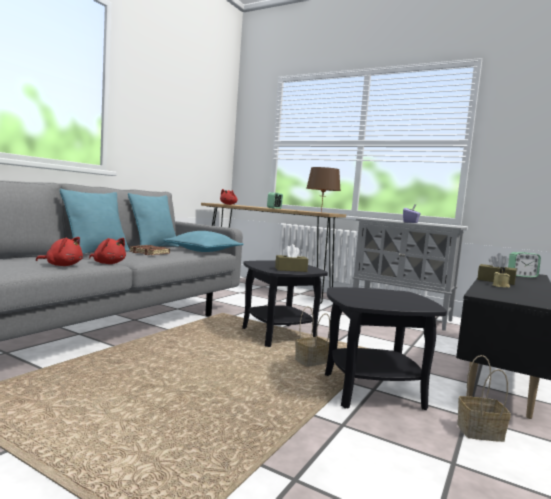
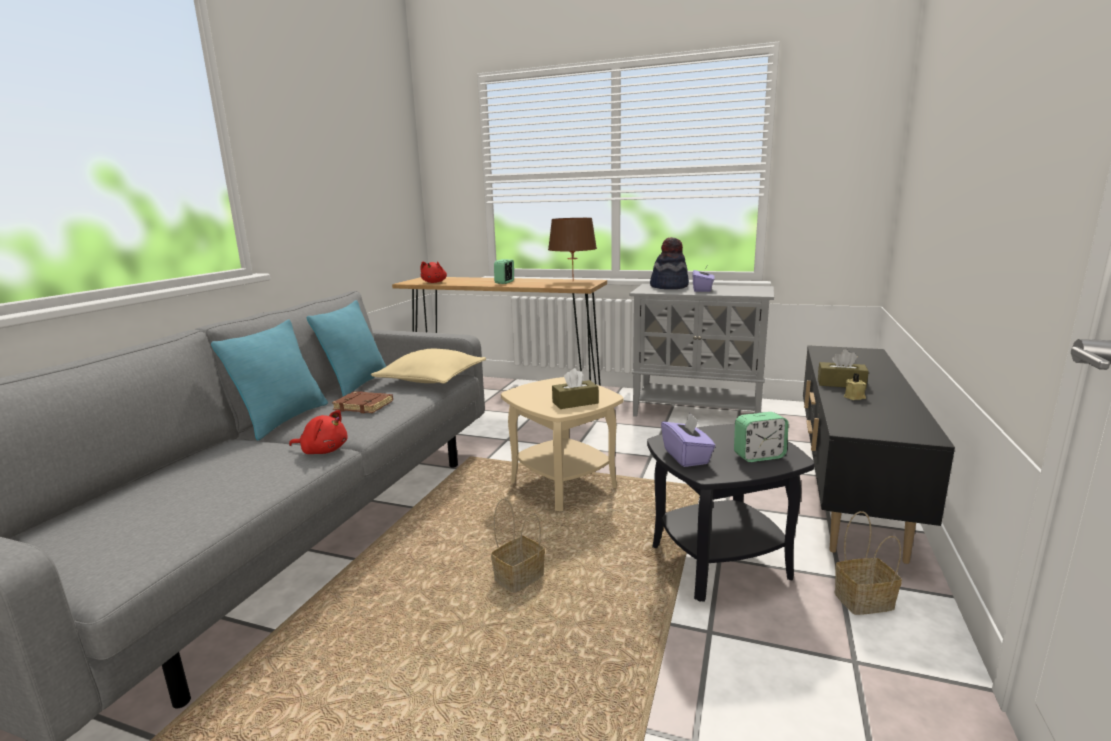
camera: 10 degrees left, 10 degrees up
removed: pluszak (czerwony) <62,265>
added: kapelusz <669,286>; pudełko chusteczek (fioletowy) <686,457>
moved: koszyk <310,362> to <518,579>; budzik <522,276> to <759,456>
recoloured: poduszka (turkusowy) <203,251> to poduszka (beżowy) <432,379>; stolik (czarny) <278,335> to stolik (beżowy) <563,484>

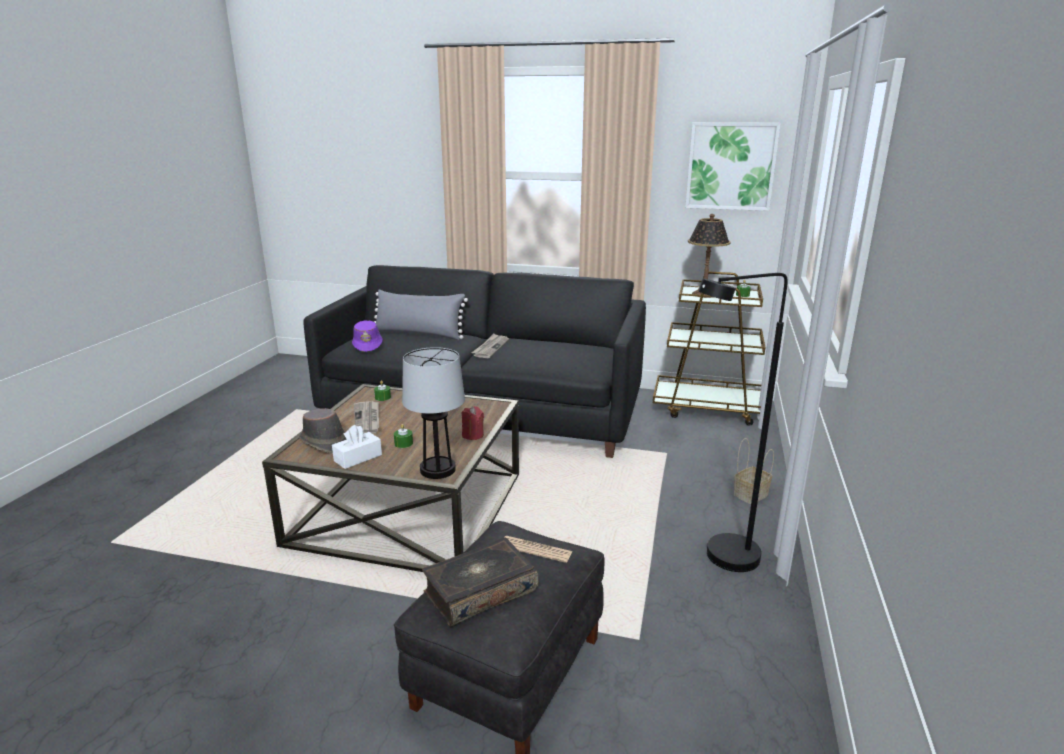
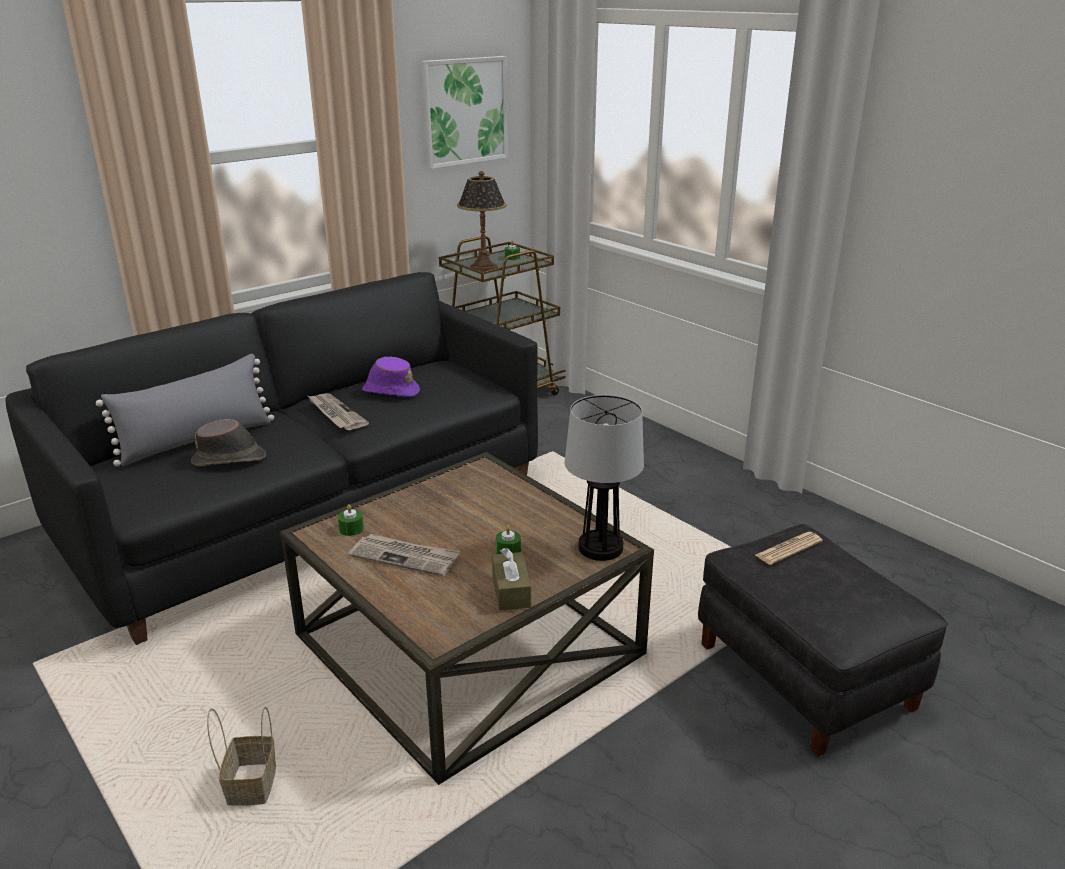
camera: 55 degrees left, 5 degrees up
removed: książka <479,591>; świeca (czerwony) <472,435>; lampa stojąca (czarny) <721,560>
moved: kapelusz (brązowy) <324,443> to <230,459>; koszyk <750,494> to <251,784>; kapelusz (fioletowy) <368,345> to <390,391>
recoloured: pudełko chusteczek (biały) <358,458> to pudełko chusteczek (brązowy) <511,591>

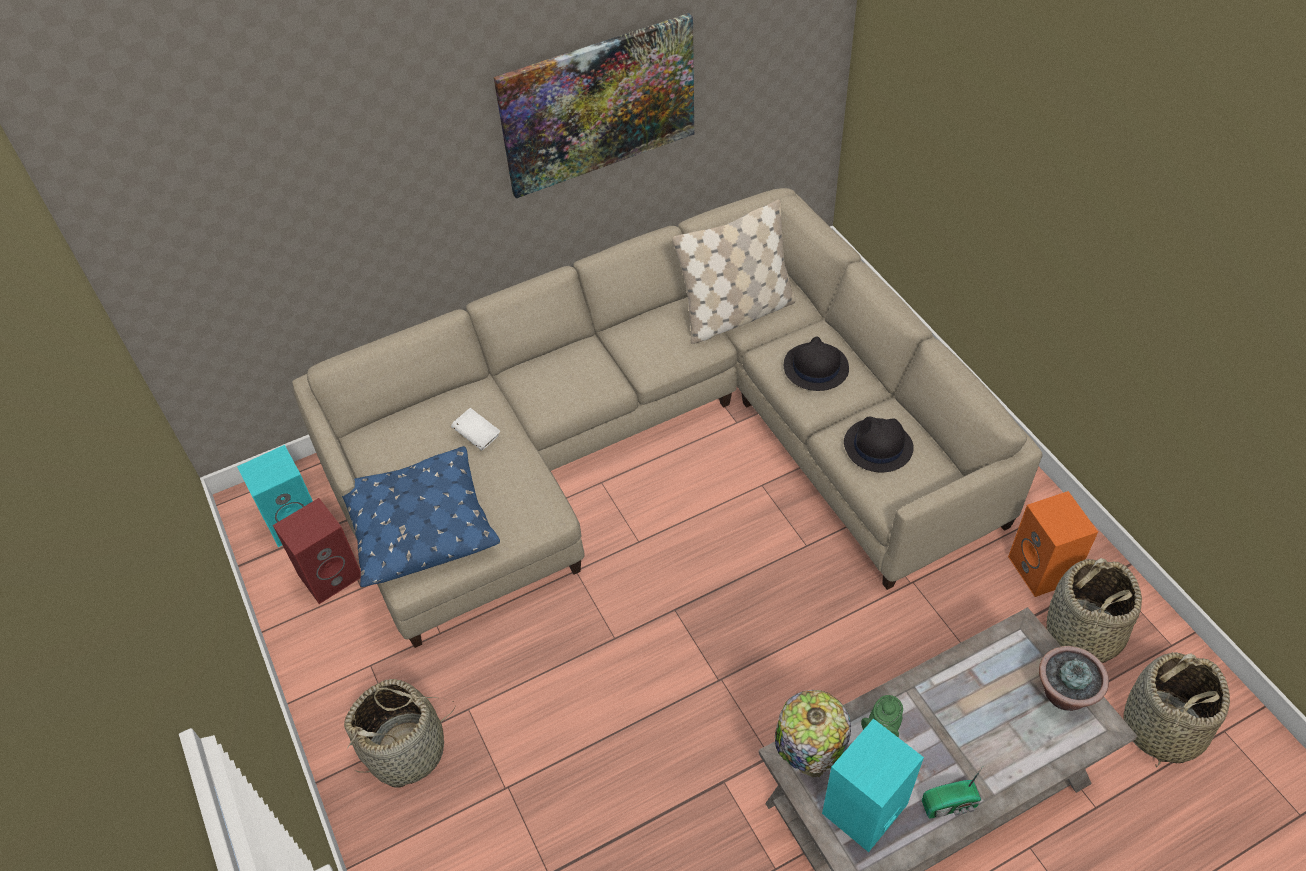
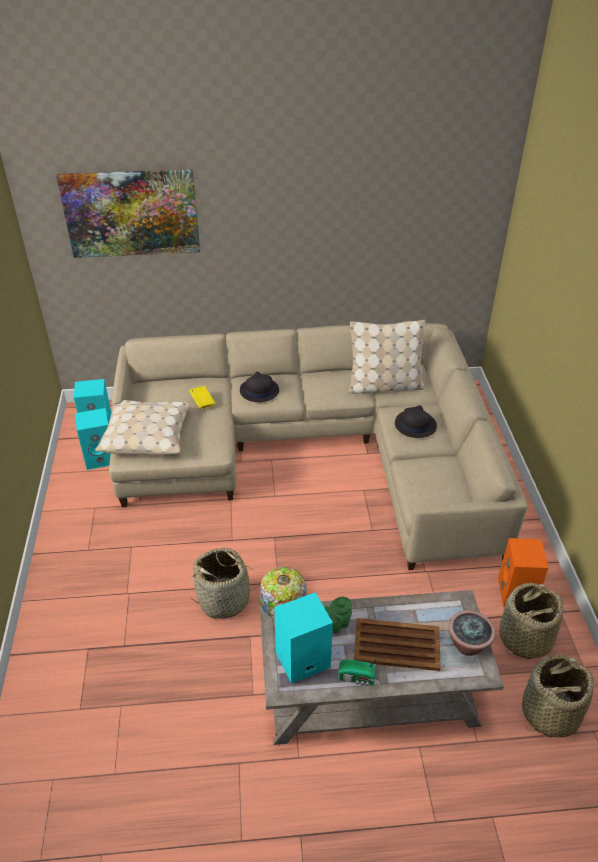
camera: 20 degrees right, 10 degrees down
added: taca (brązowy) <396,644>
moved: obraz <598,105> to <131,213>; koszyk <407,750> to <225,600>; kapelusz (czarny) <877,446> to <259,390>
recoloured: głośnik (czerwony) <331,574> to głośnik (turkusowy) <101,457>; poduszka (niebieski) <420,525> to poduszka (beżowy) <146,435>; książka (biały) <477,436> to książka (żółty) <202,402>

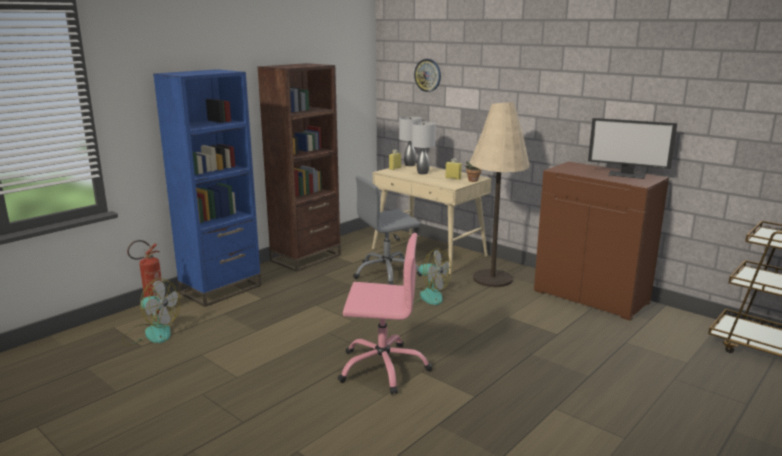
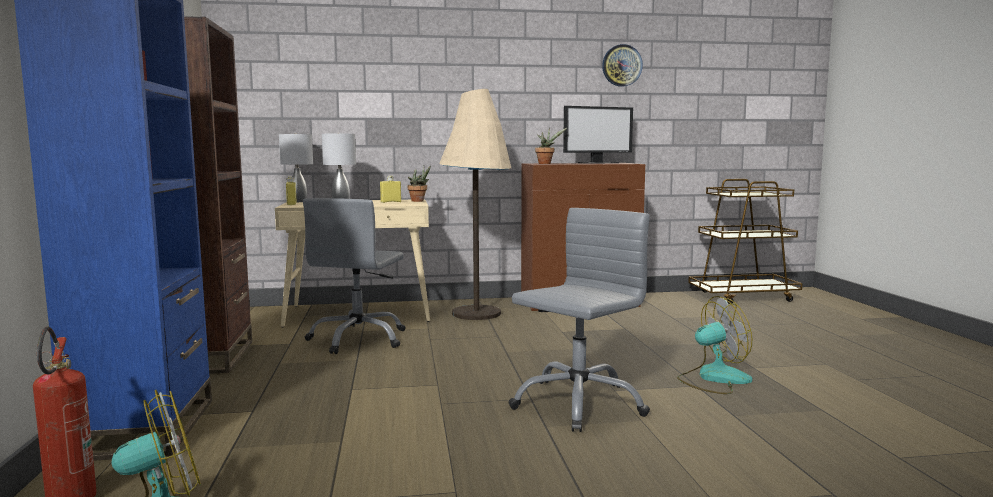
camera: 50 degrees left, 10 degrees down
added: roślina doniczkowa <546,163>
moved: zegar ścienny <428,75> to <622,65>; wentylator <425,296> to <713,379>
recoloured: krzesło biurowe (różowy) <383,367> to krzesło biurowe (szary) <578,403>

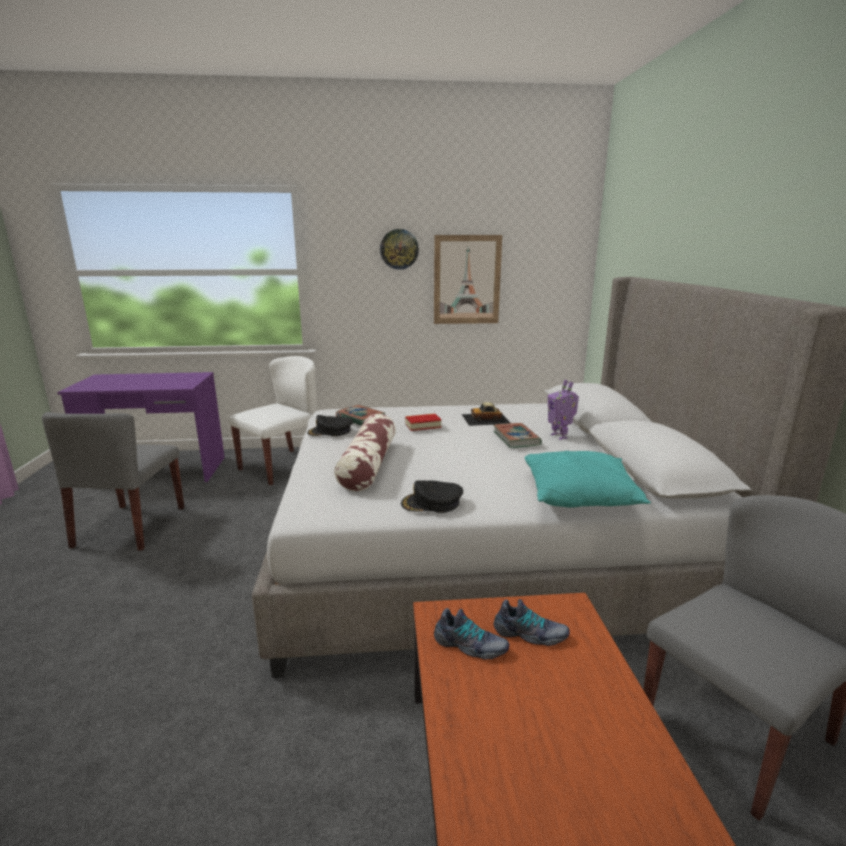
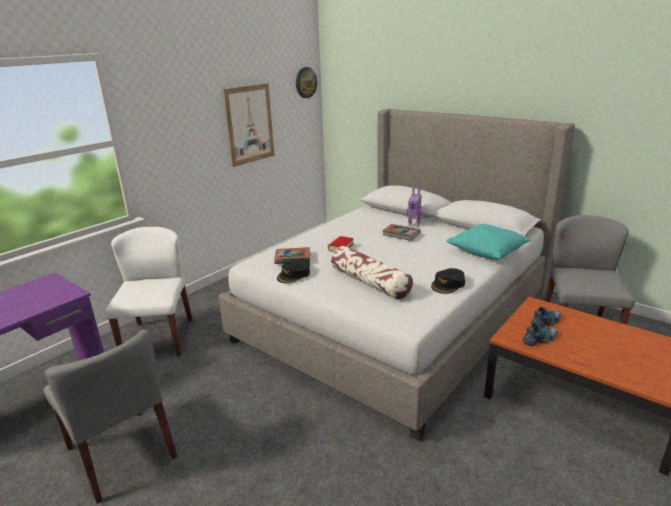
camera: 45 degrees left, 5 degrees up
removed: samochodzik <486,419>
moved: zegar ścienny <399,249> to <305,82>

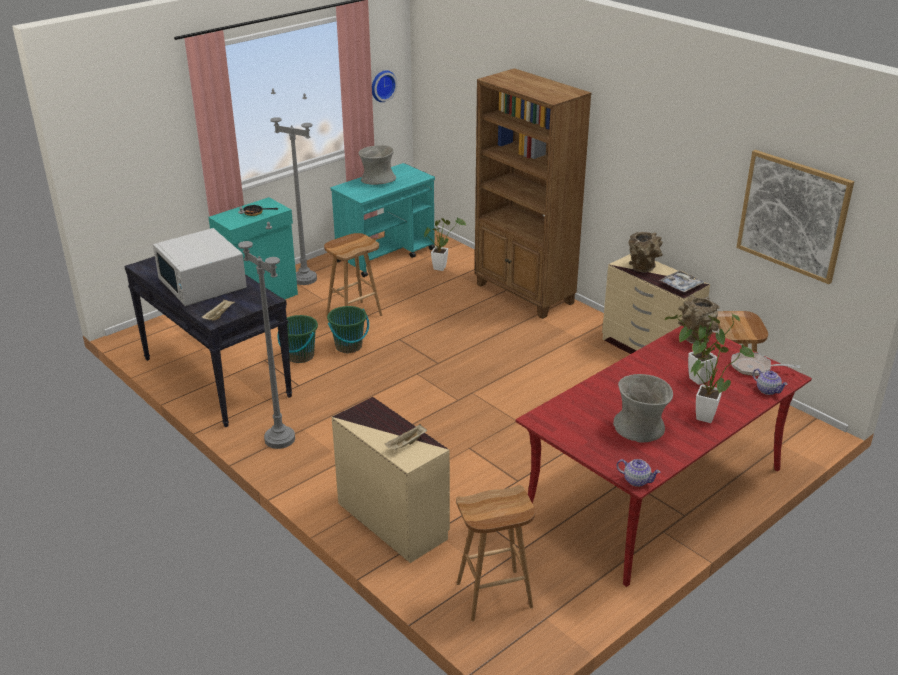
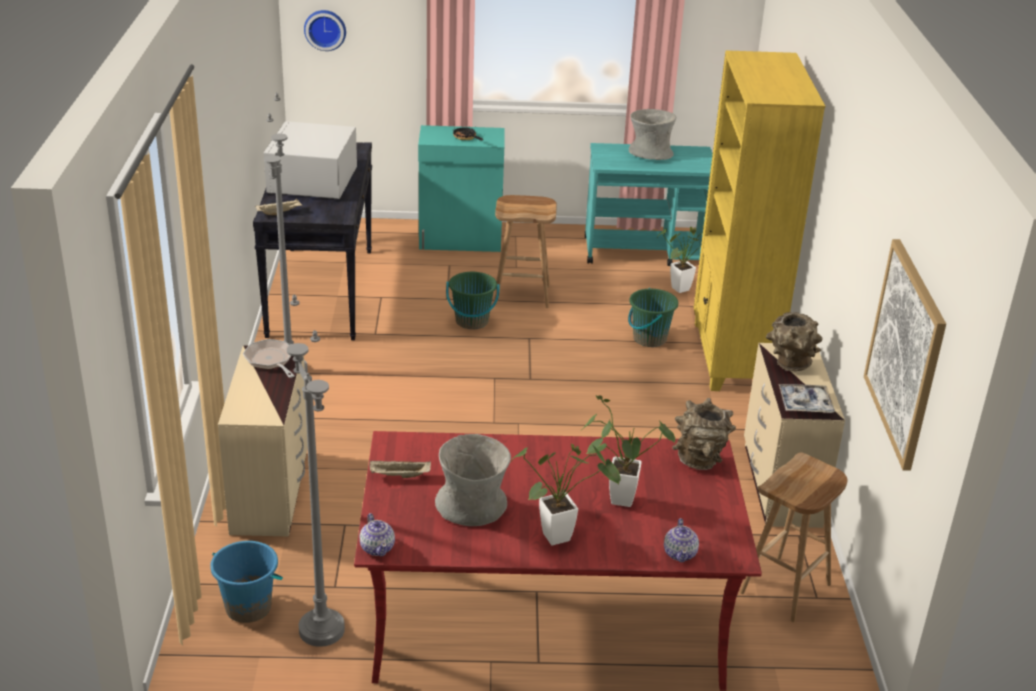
camera: 40 degrees right, 0 degrees up
moved: patelnia <754,367> to <271,361>; lampa stojąca (szary) <305,279> to <322,630>; zegar ścienny <382,85> to <325,29>; taca (beżowy) <406,444> to <399,476>; wiadro (zielony) <300,356> to <649,339>
replaced: stołek (brązowy) <493,596> to wiadro (niebieski) <248,607>
recoloured: regał (brązowy) <524,294> to regał (żółty) <732,357>

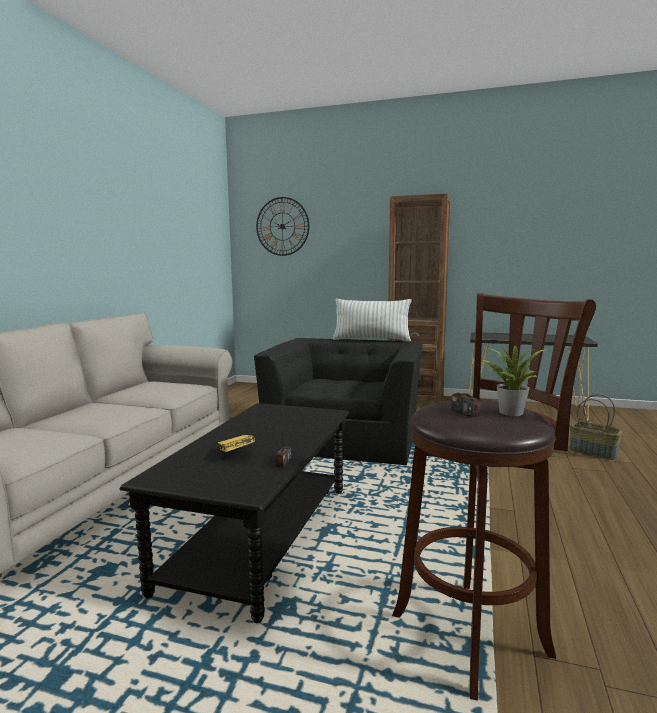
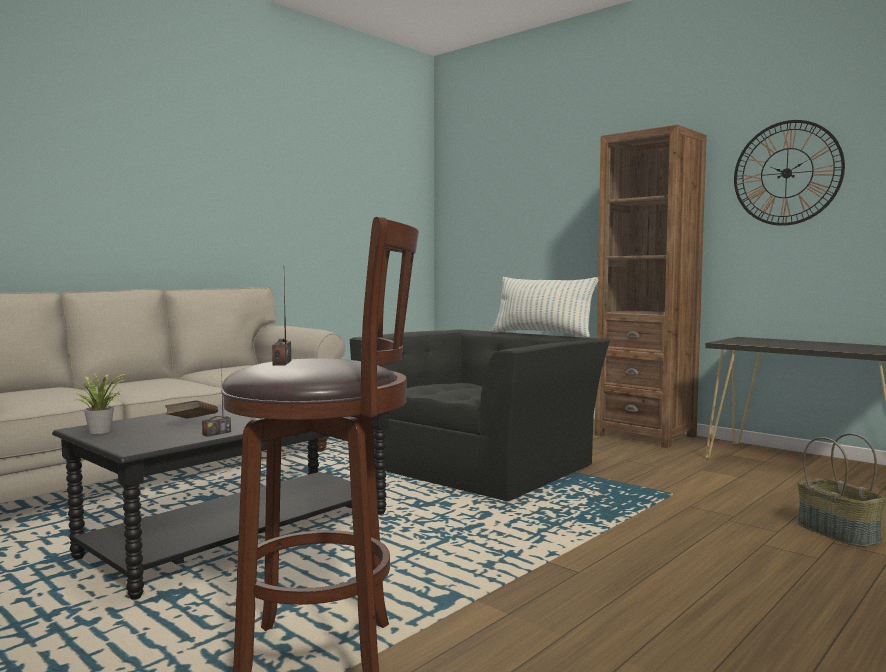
camera: 25 degrees right, 5 degrees down
moved: roślina doniczkowa <509,411> to <101,431>; zegar ścienny <282,226> to <786,173>
recoloured: książka (żółty) <236,454> to książka (brązowy) <192,422>

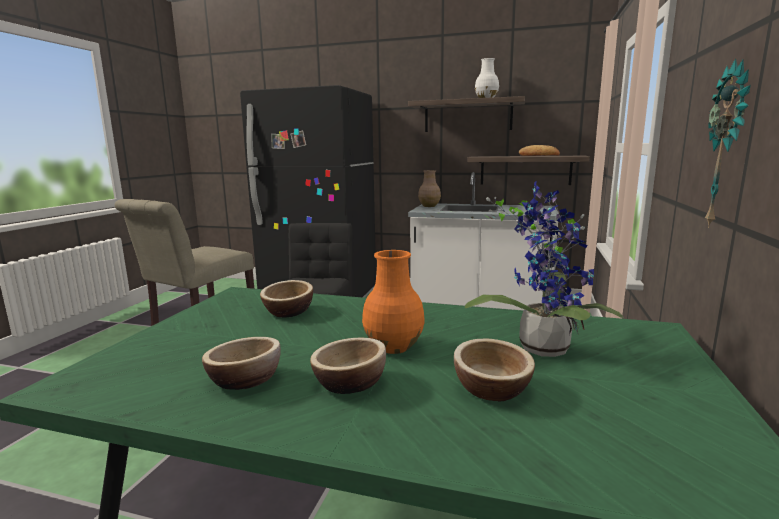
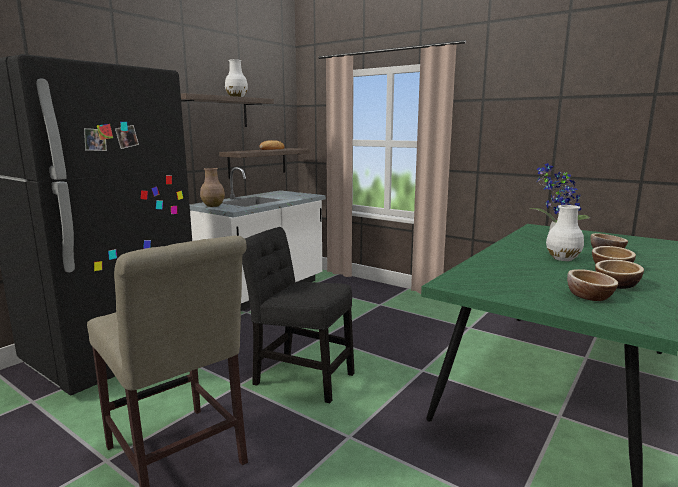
camera: 70 degrees left, 0 degrees up
removed: zegar ścienny <729,146>
moved: miska <288,312> to <589,296>
recoloured: wazon (pomarańczowy) <393,347> to wazon (biały) <563,258>

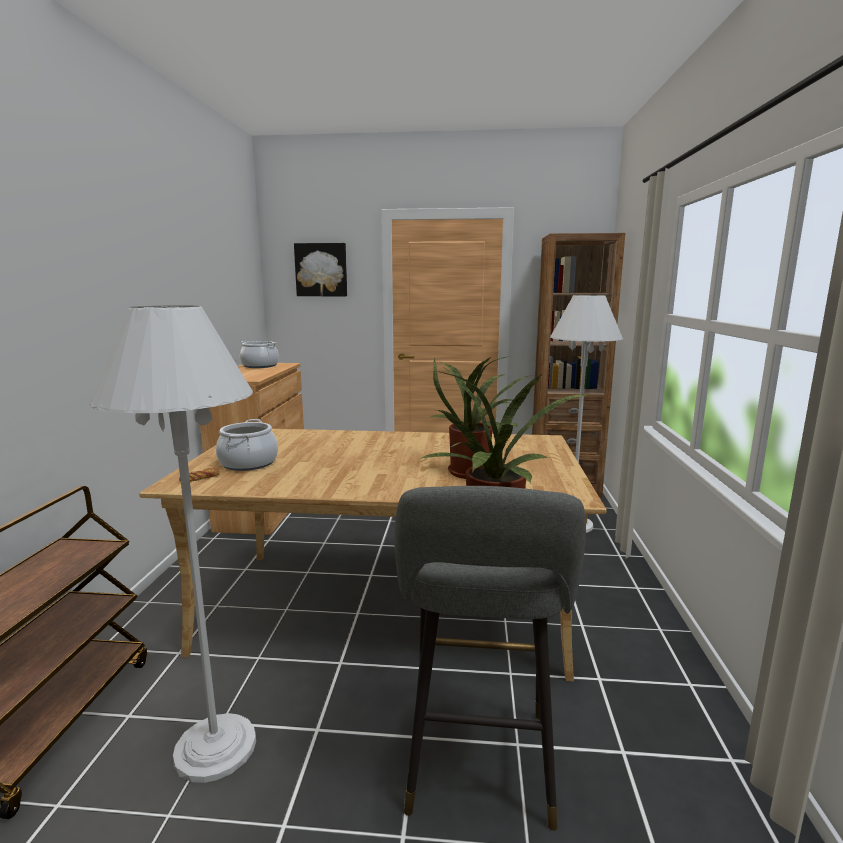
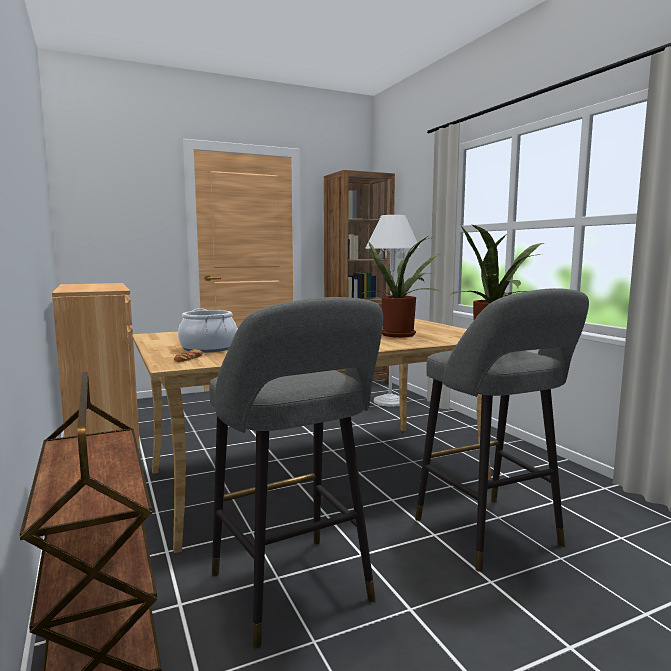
camera: 30 degrees left, 5 degrees down
removed: garnek <260,366>; obraz <321,270>
replaced: lampa stojąca (biały) <215,748> to stołek (szary) <295,592>

